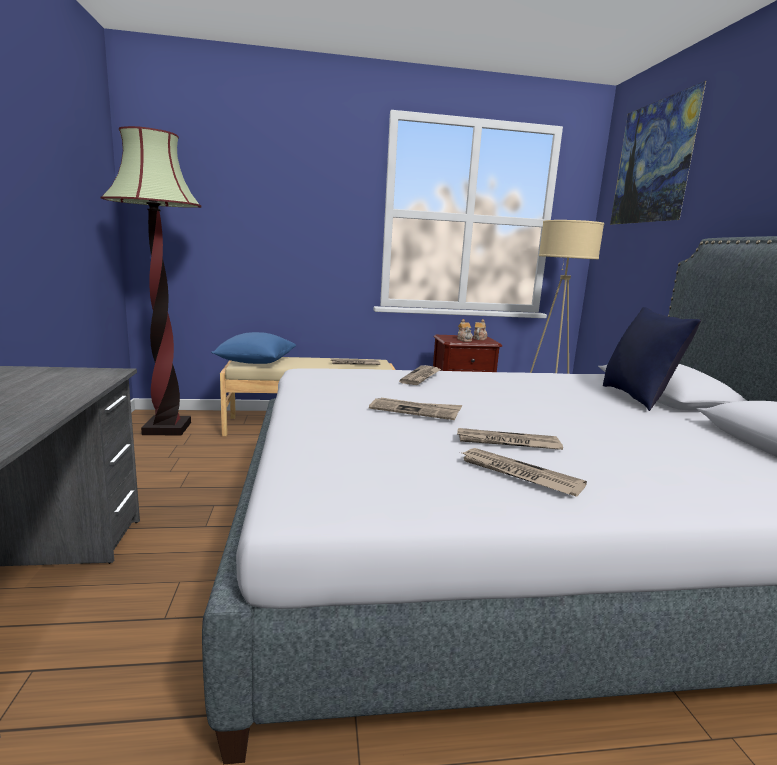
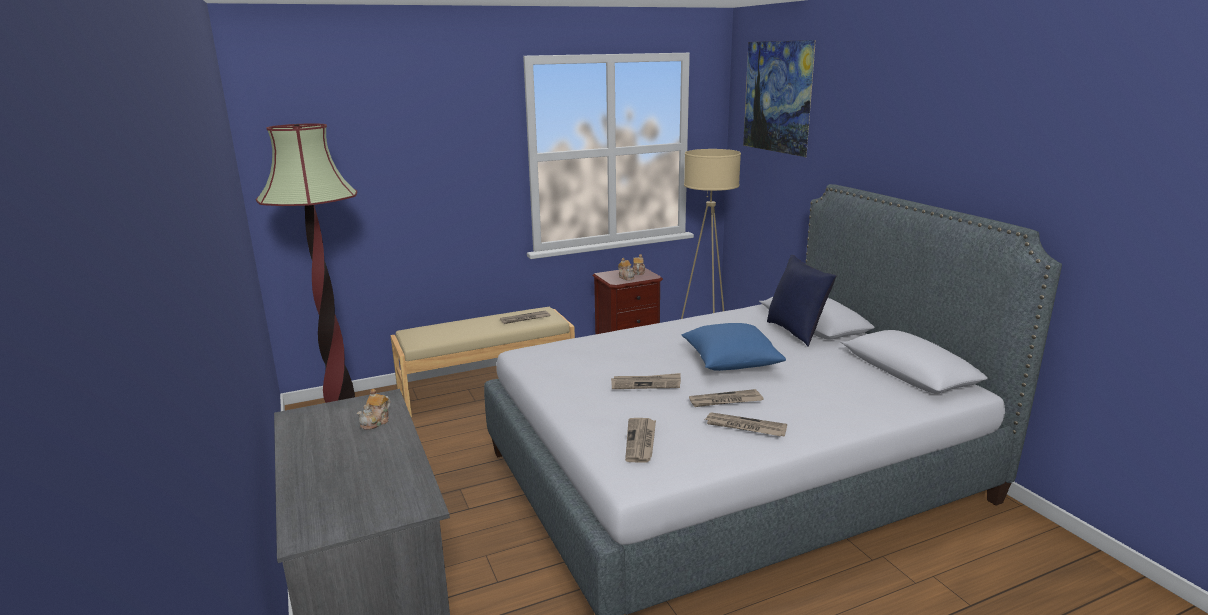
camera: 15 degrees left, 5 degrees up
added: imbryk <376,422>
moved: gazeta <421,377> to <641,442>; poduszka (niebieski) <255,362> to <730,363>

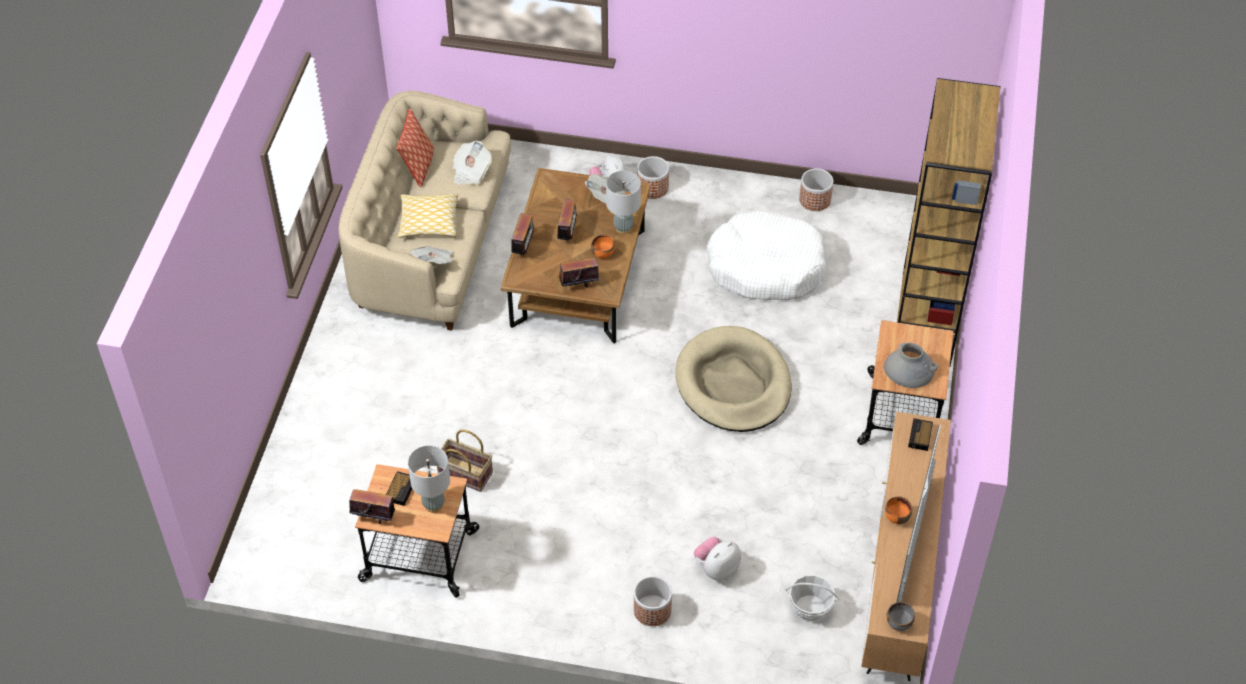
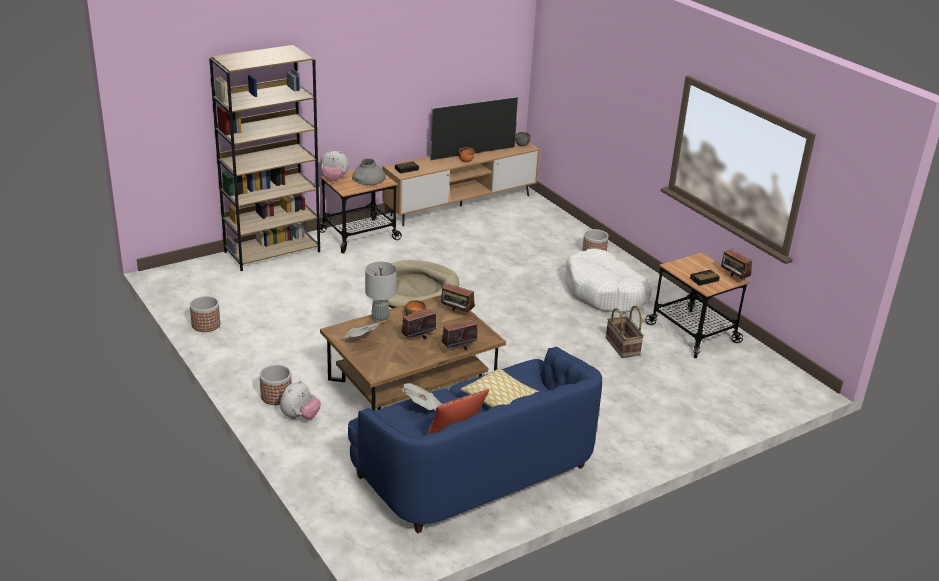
camera: 135 degrees left, 20 degrees down
removed: lampa stołowa (szary) <433,504>; gazeta <434,262>; koszyk <810,608>
moved: pluszak <716,568> to <334,179>; legowisko (biały) <765,267> to <605,292>
recoloured: kanapa (beżowy) <431,244> to kanapa (niebieski) <476,470>

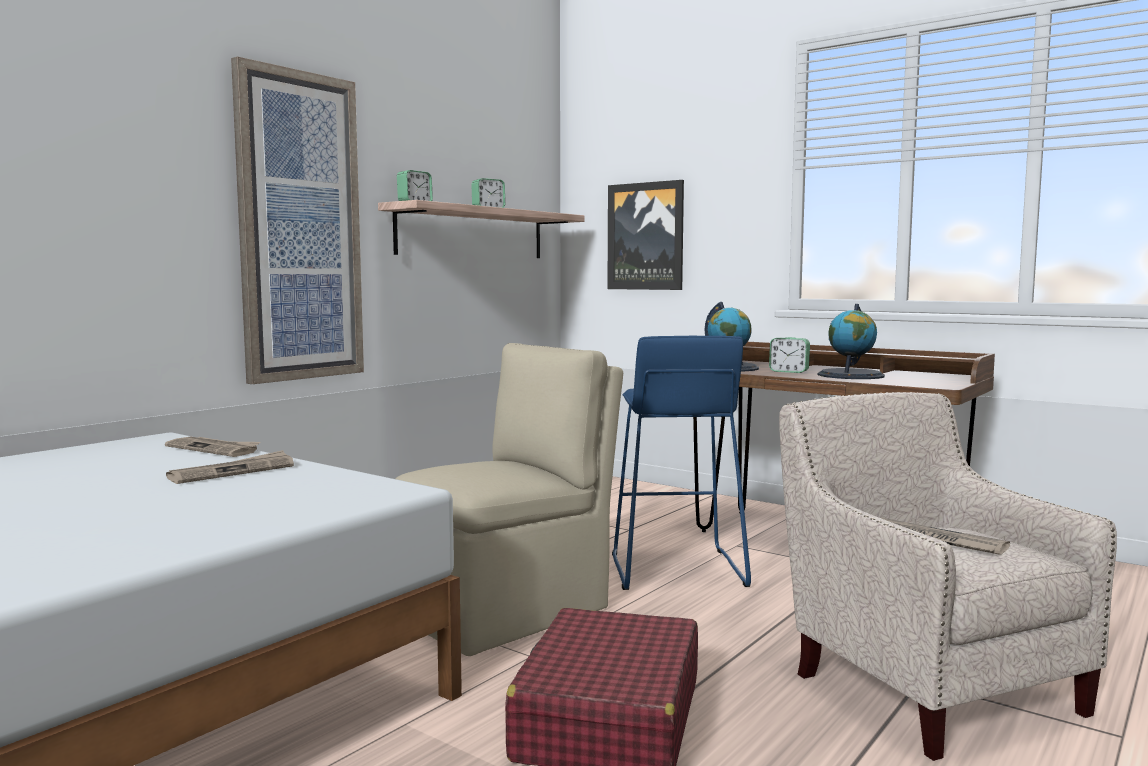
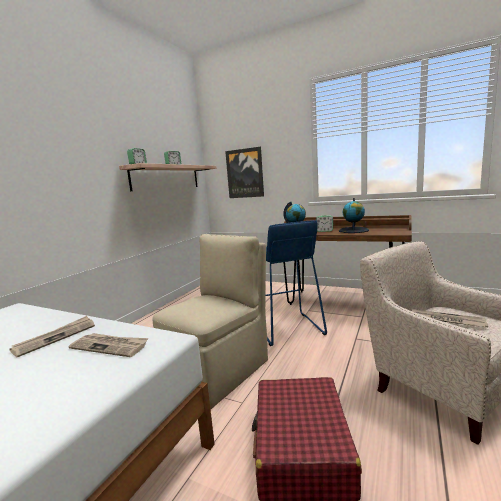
camera: 10 degrees left, 5 degrees up
removed: obraz <299,227>
moved: gazeta <214,449> to <110,346>

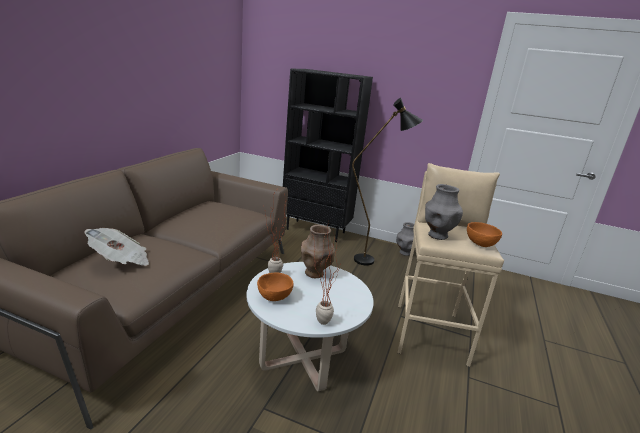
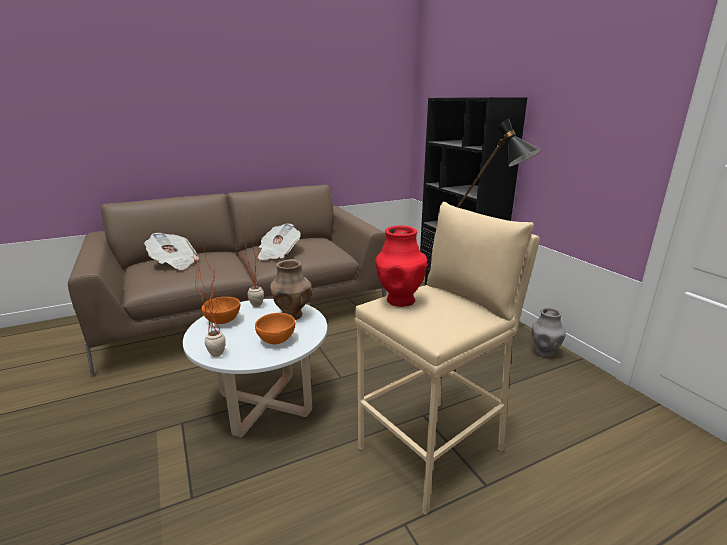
camera: 45 degrees right, 0 degrees up
added: gazeta <278,253>
moved: miska (pomarańczowy) <480,244> to <276,340>
recoloured: wazon (szary) <437,235> to wazon (czerwony) <399,300>

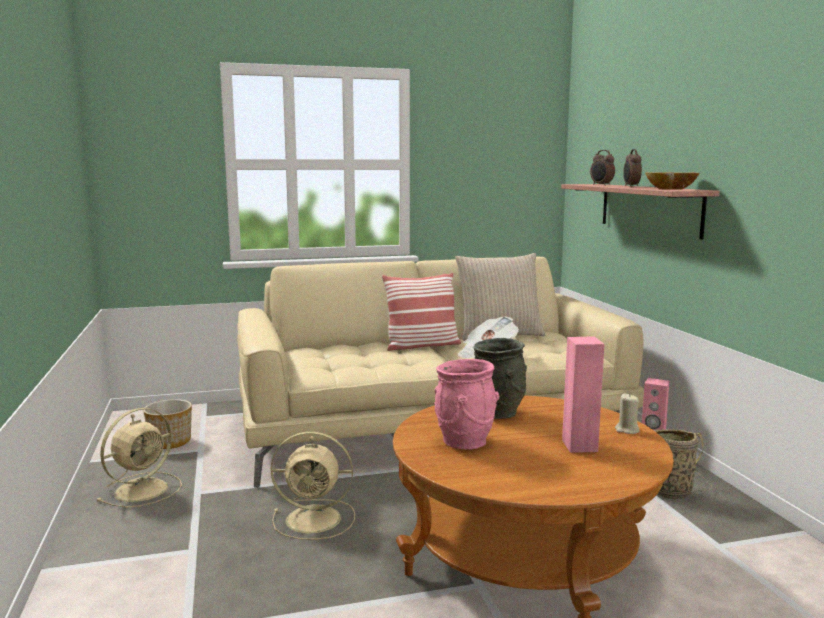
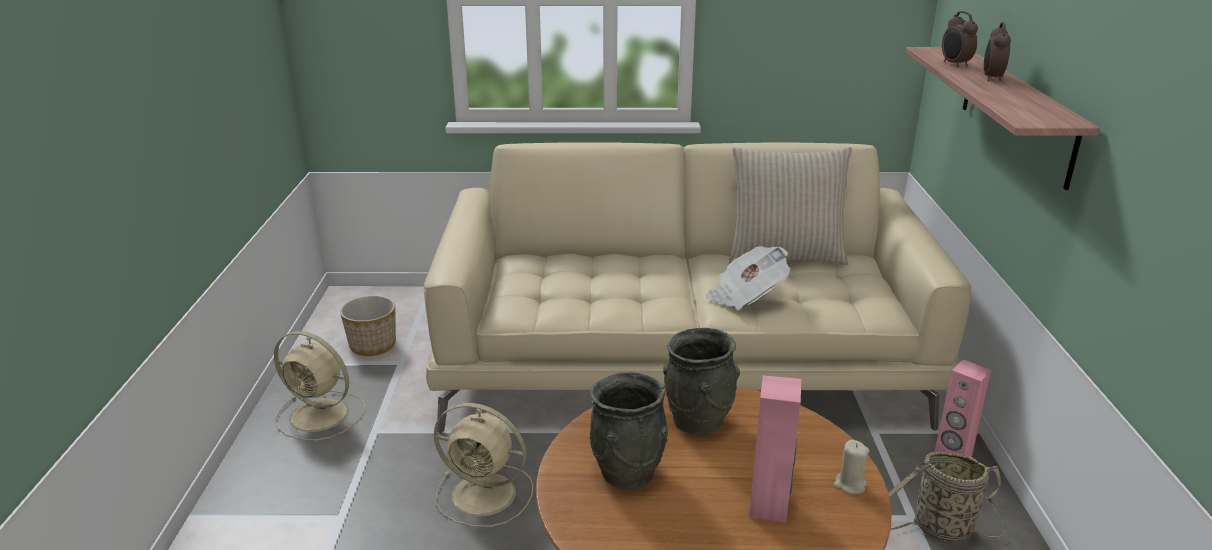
camera: 15 degrees right, 15 degrees up
removed: poduszka <422,345>; miska <670,189>
recoloured: wazon (różowy) <465,441> to wazon (szary) <628,472>
turned: wentylator (beżowy) <143,489> = <321,415> 60 degrees clockwise

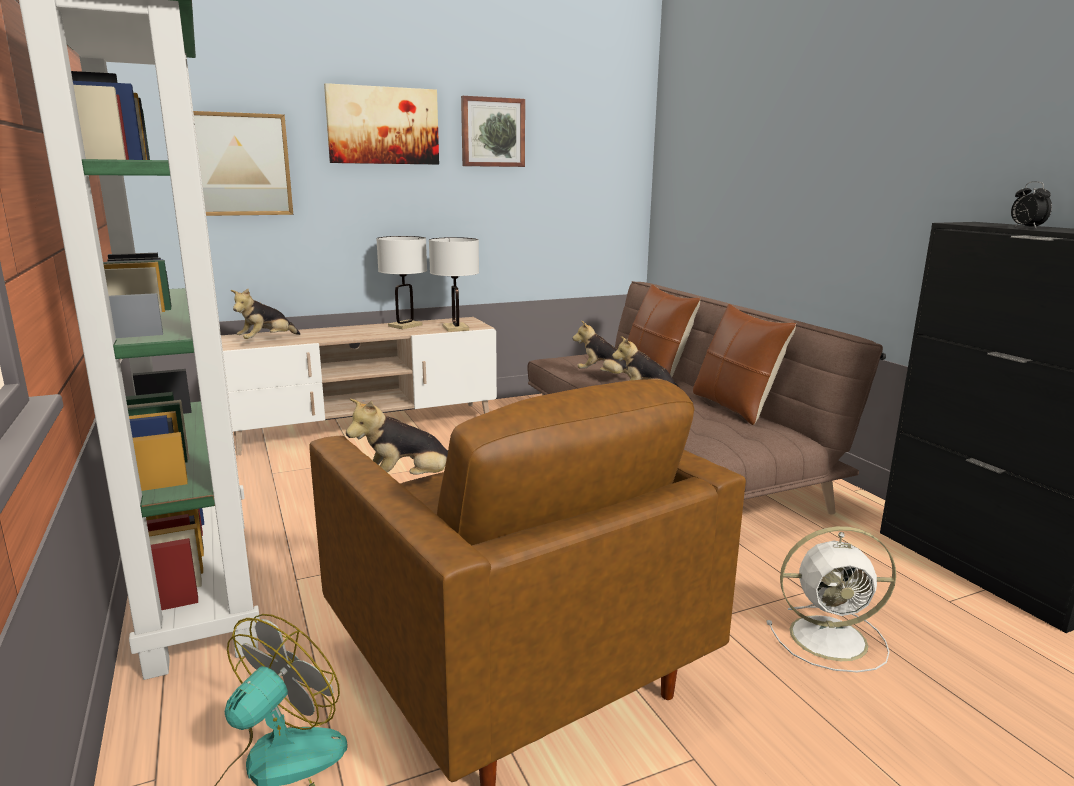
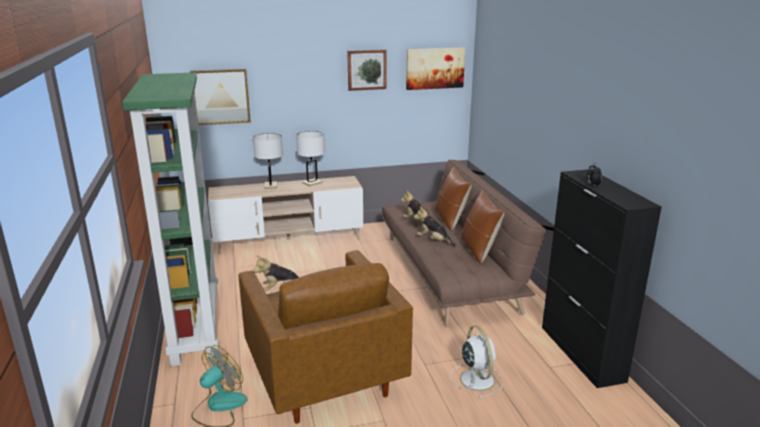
camera: 10 degrees right, 5 degrees up
removed: pluszak <266,341>
moved: lampa stołowa (biały) <455,328> to <270,185>; obraz <383,126> to <435,68>
turned: wentylator (biały) <831,638> = <476,378> 120 degrees counterclockwise

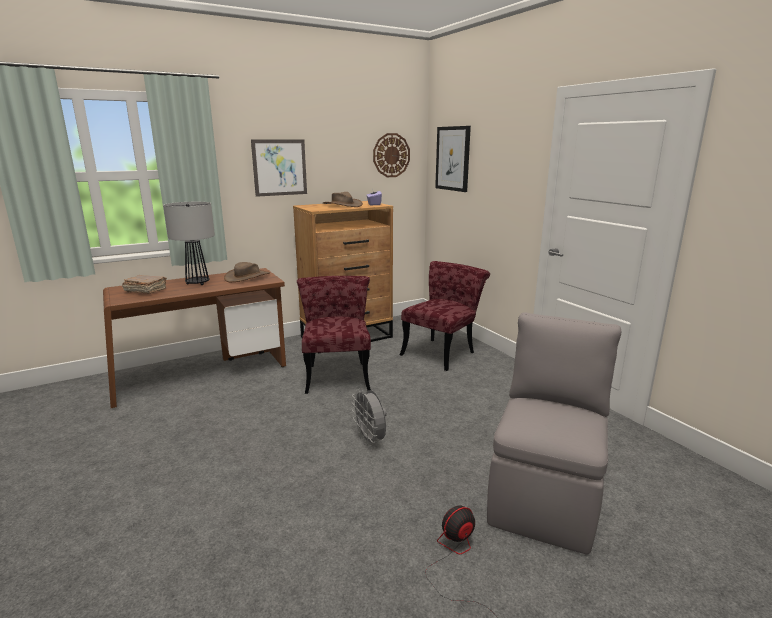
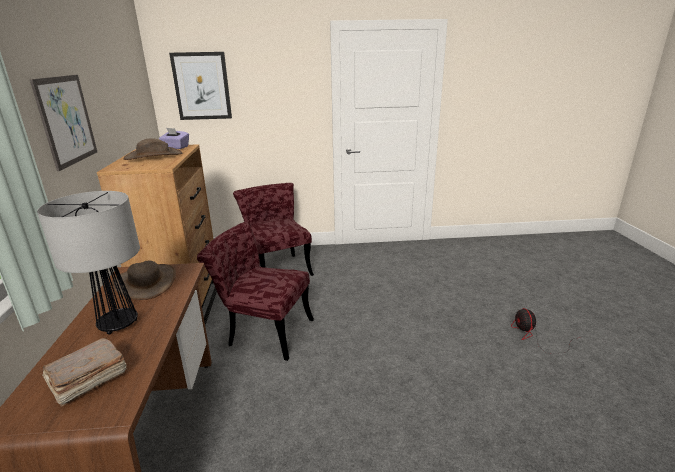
camera: 65 degrees left, 5 degrees up
removed: wentylator (szary) <370,440>; zegar ścienny <391,155>; krzesło (szary) <545,496>

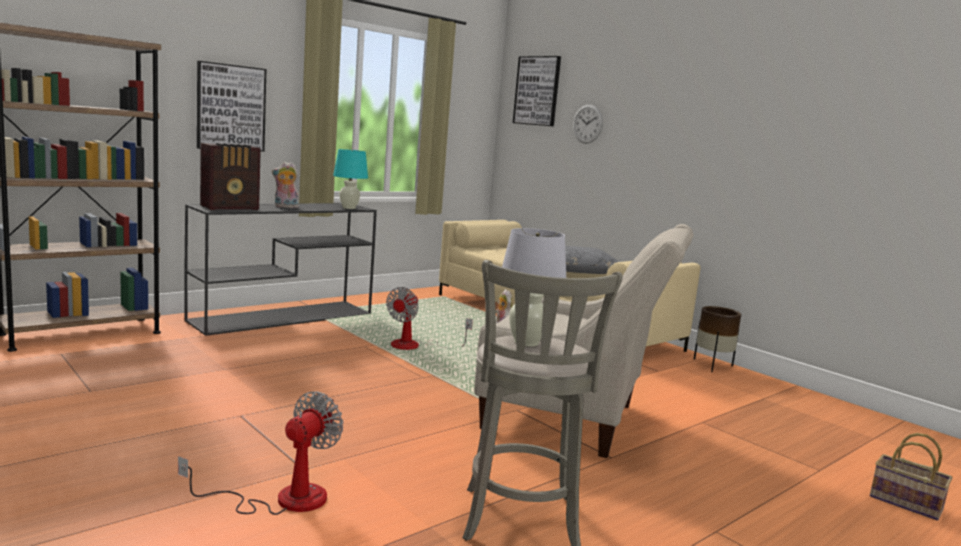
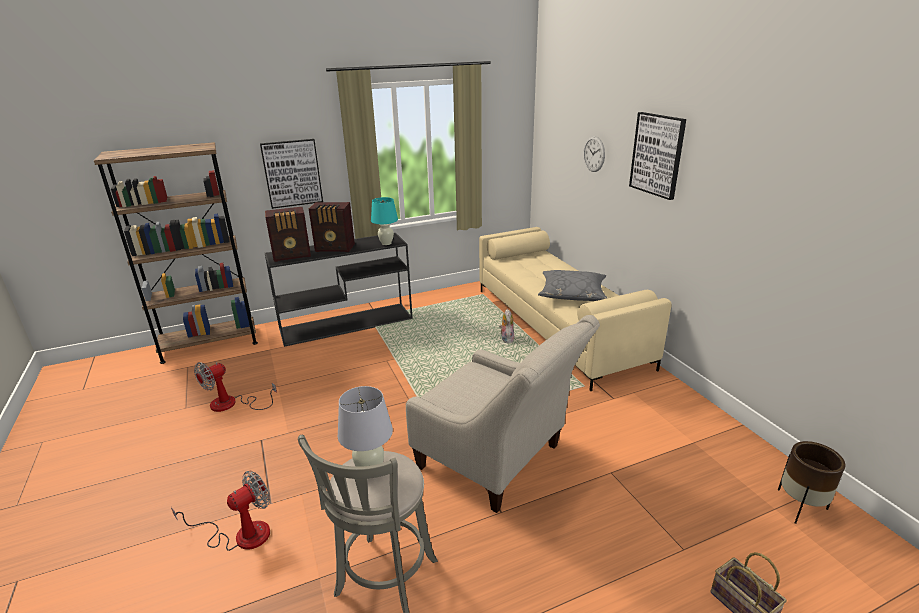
camera: 20 degrees right, 15 degrees up
moved: wentylator <415,346> to <232,404>; obraz <537,91> to <657,155>; donica (brązowy) <713,365> to <800,507>
replaced: pluszak <285,207> to radio <335,248>

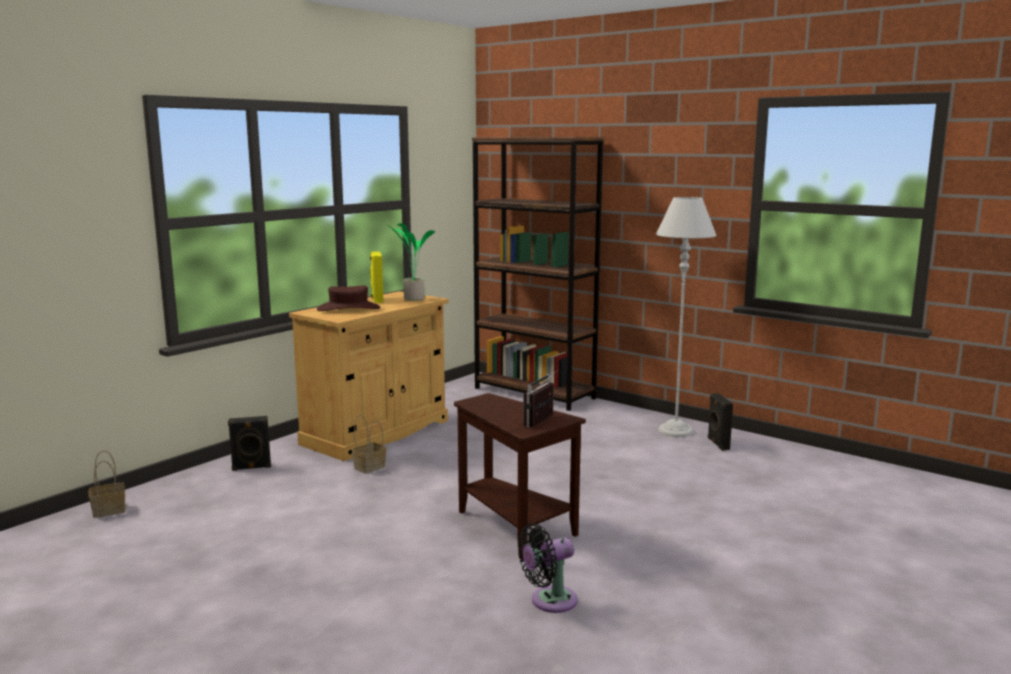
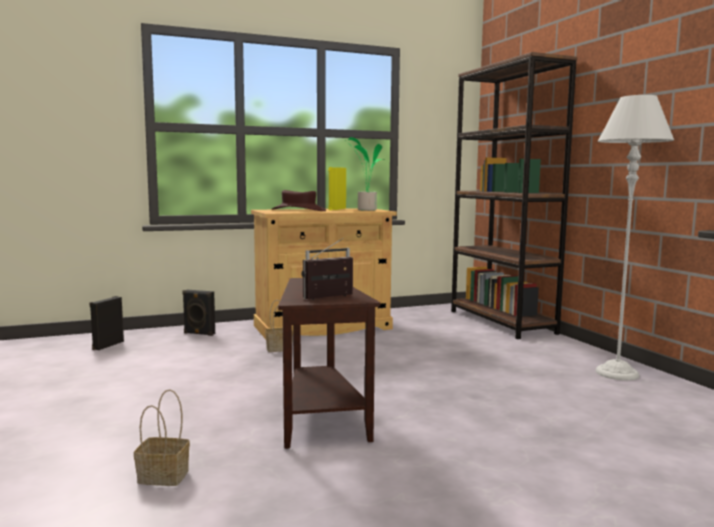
camera: 30 degrees right, 5 degrees down
removed: wentylator (czarny) <549,601>
moved: głośnik (czarny) <717,444> to <107,345>; koszyk <110,510> to <165,476>

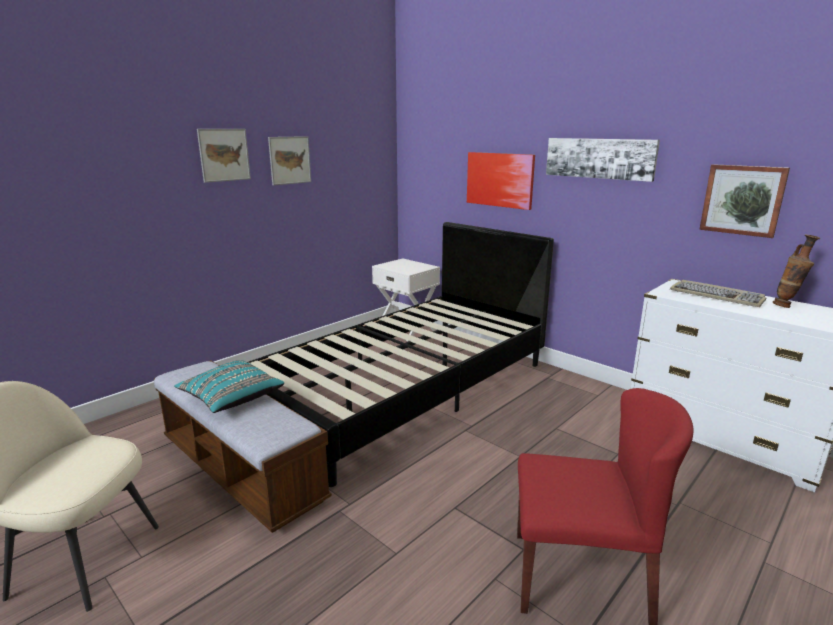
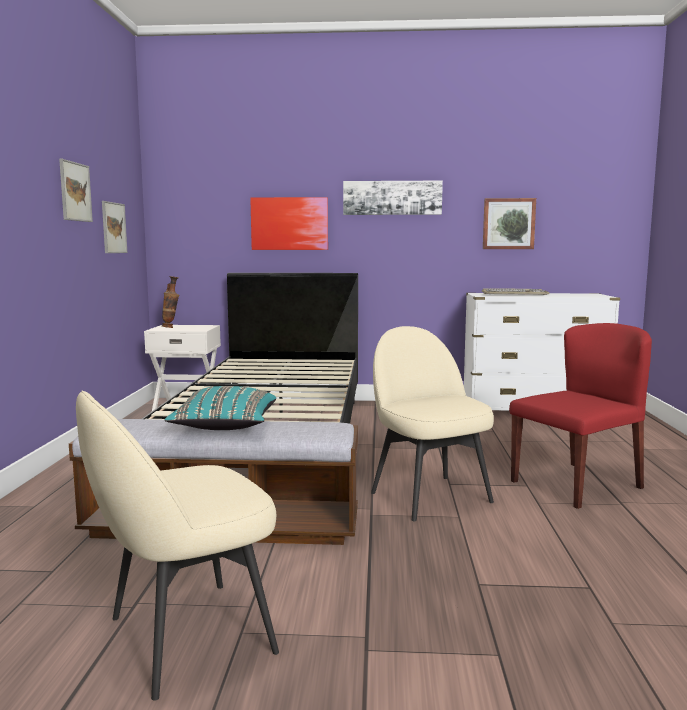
camera: 40 degrees left, 10 degrees down
added: krzesło (beżowy) <429,496>
moved: obraz <224,155> to <114,228>; wazon <787,306> to <171,327>

